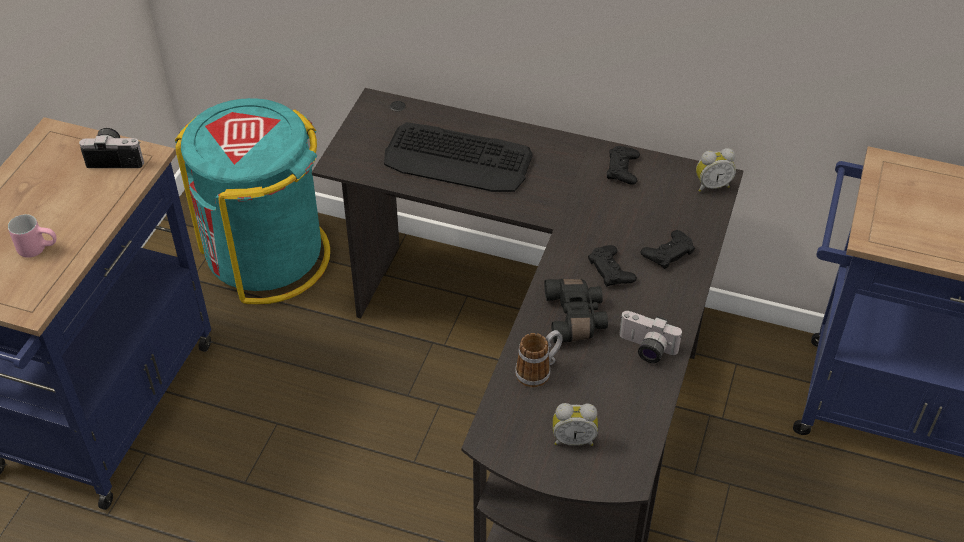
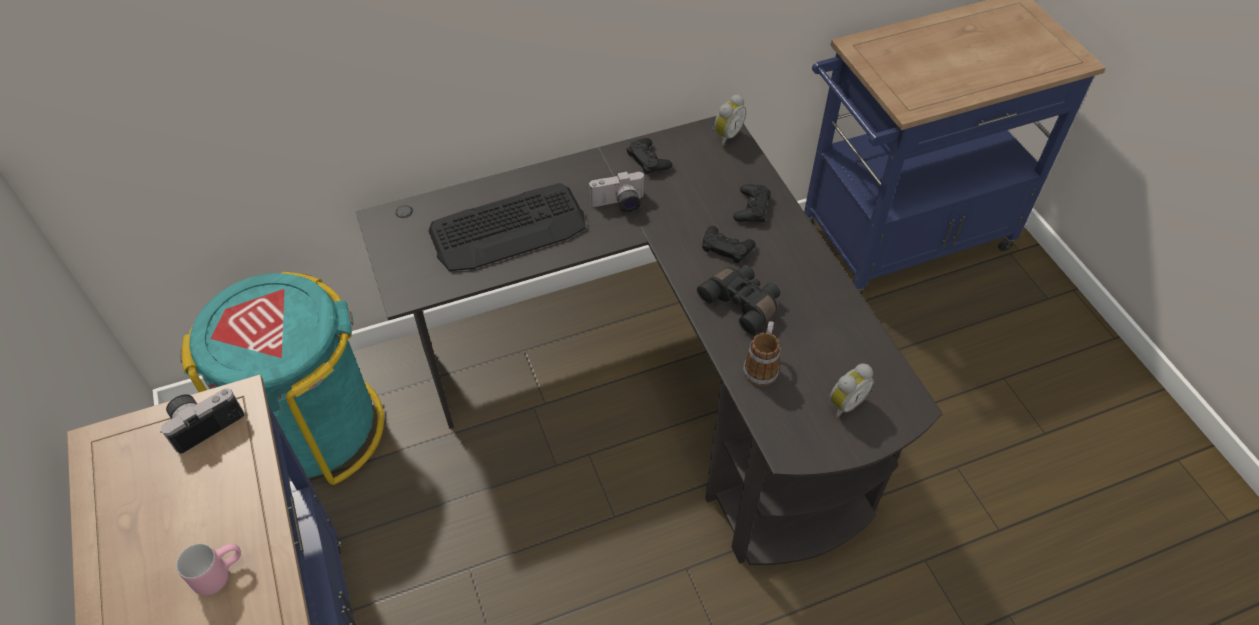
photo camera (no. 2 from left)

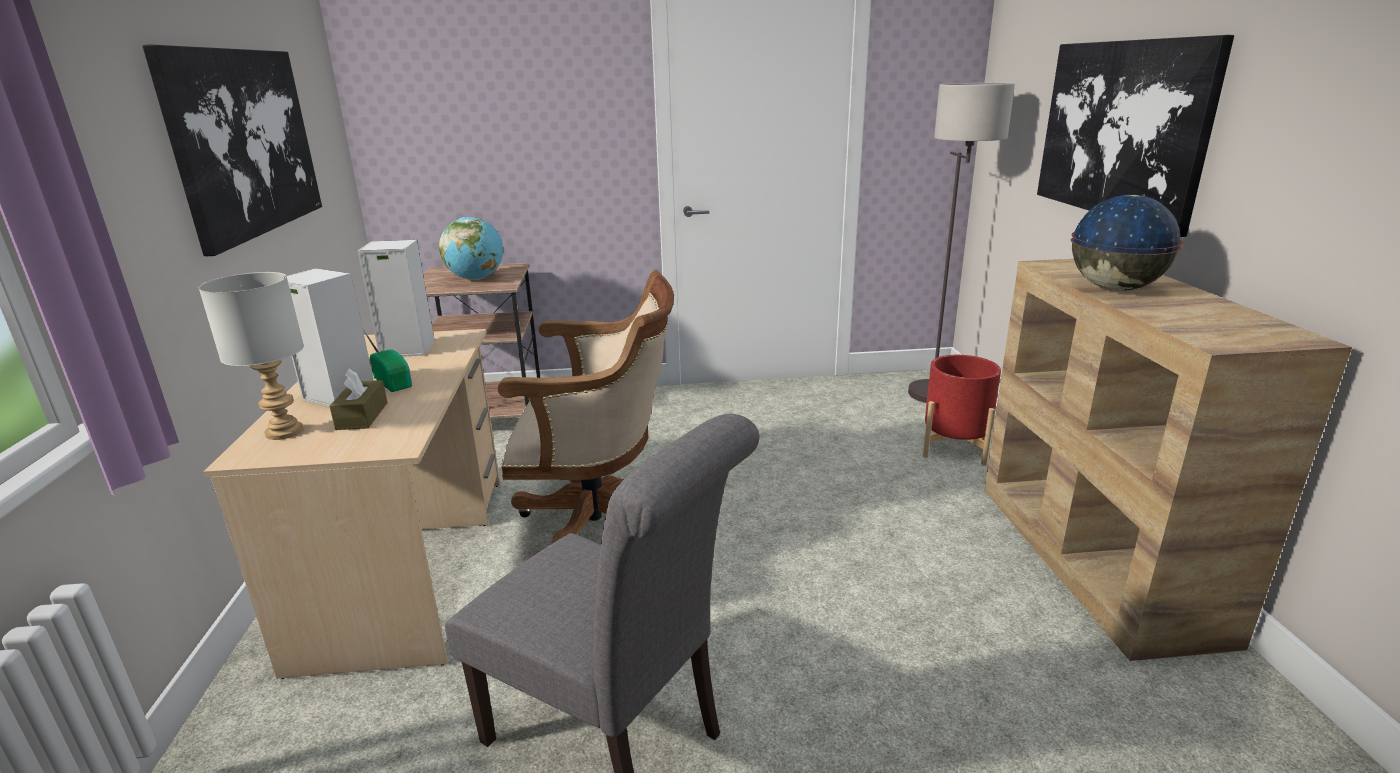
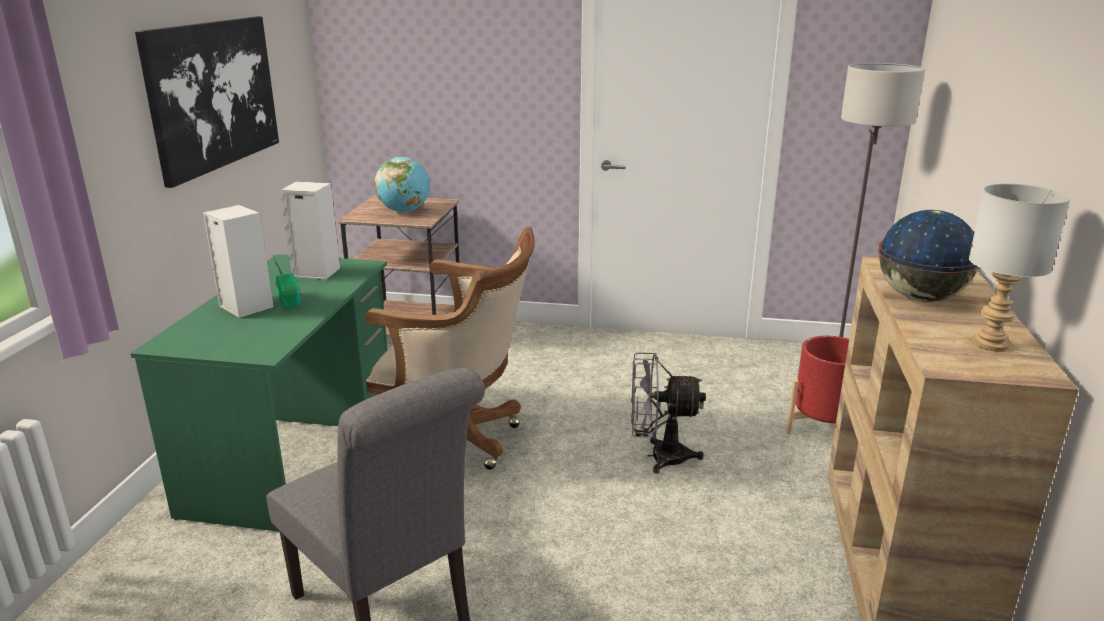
green desk table
greyish fan
greyish table lamp
brown-coloured tissue holder
picture (no. 2 from left in the first image)

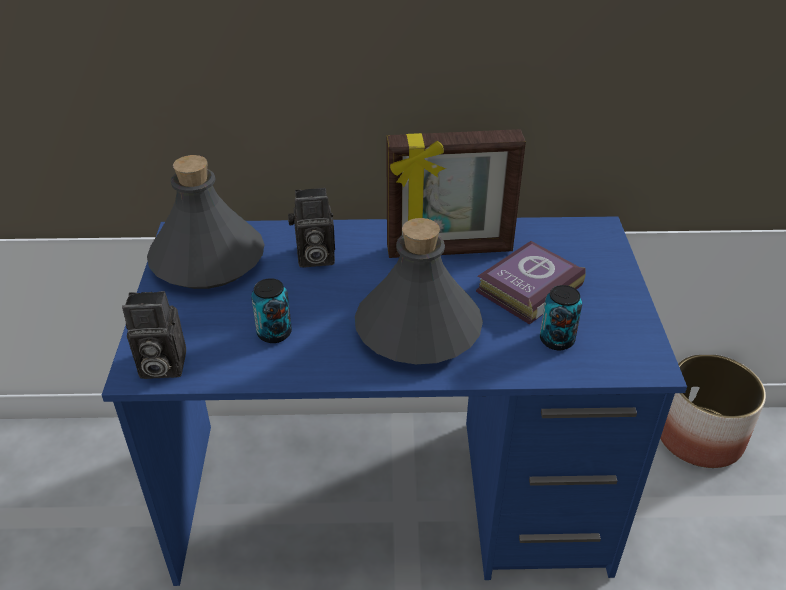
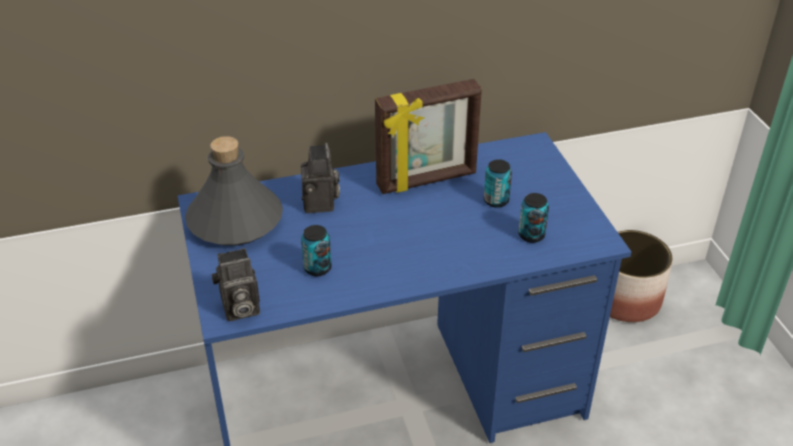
photo camera (no. 2 from left)
sealed can (no. 2 from left)
greyish beverage bottle (no. 2 from left in the first image)

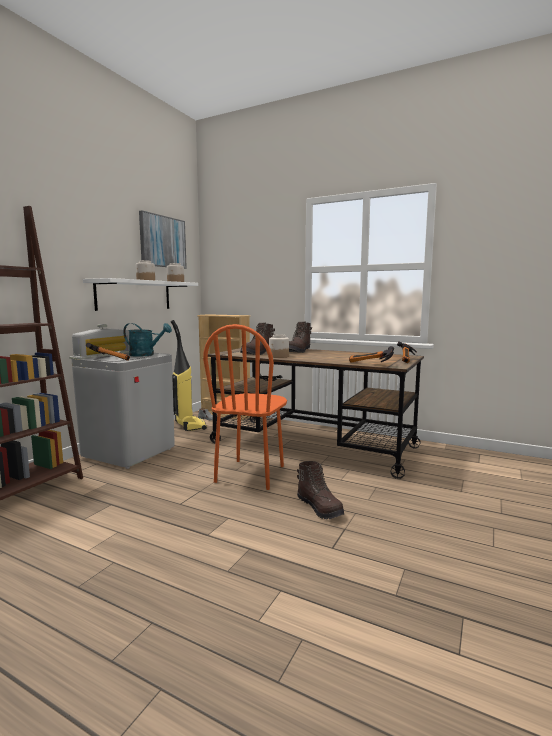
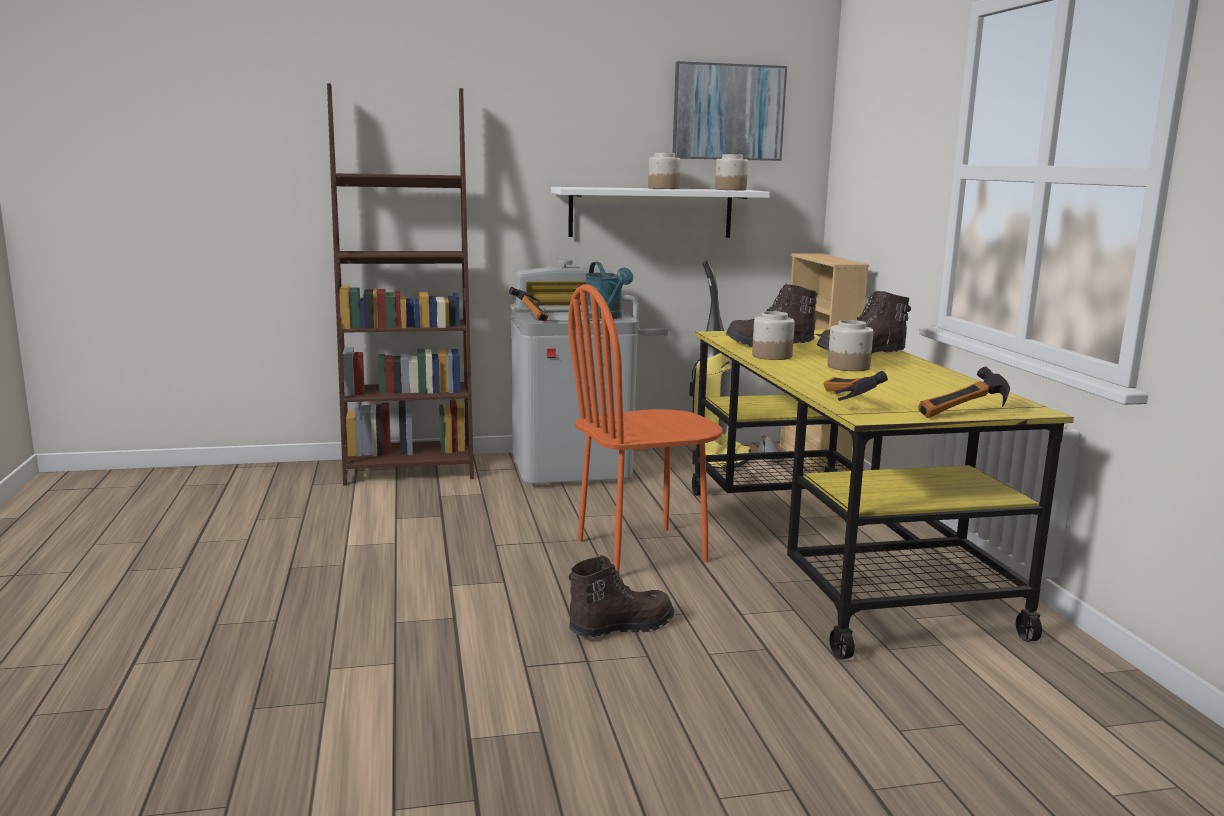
brown-coloured high-top boot (no. 1 from left)
yellowish desk table
jar (no. 4 from left)

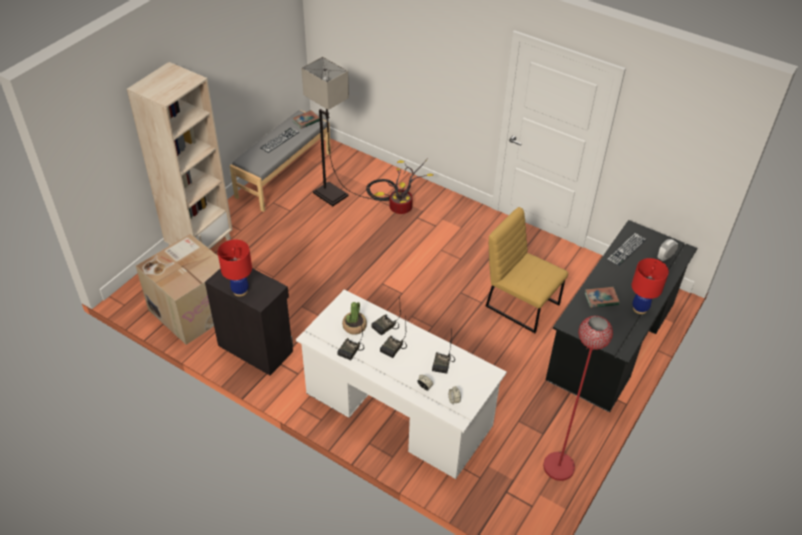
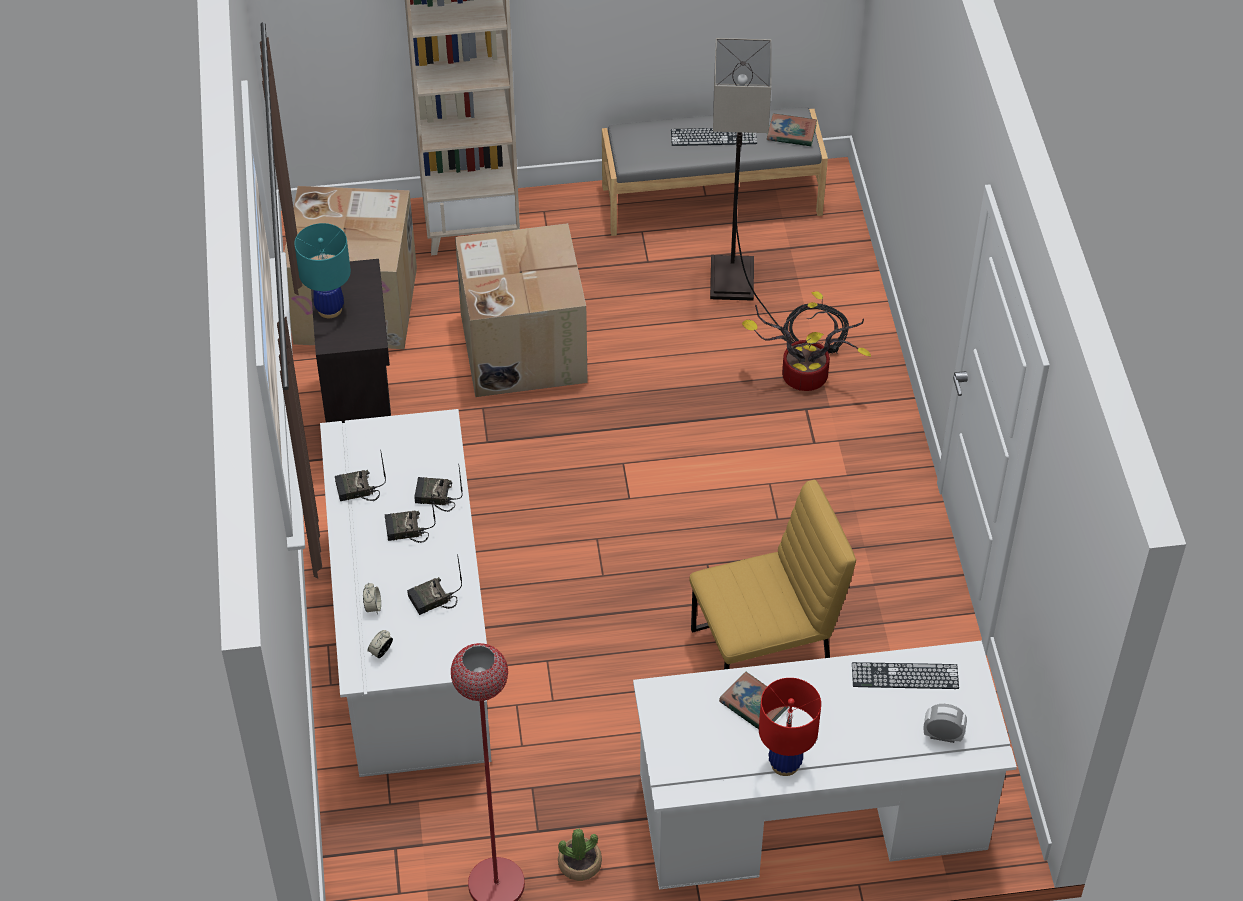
turquoise table lamp
packing box (no. 2 from left)
houseplant (no. 1 from left)
whitish desk table (no. 2 from left)
yellowish upright chair

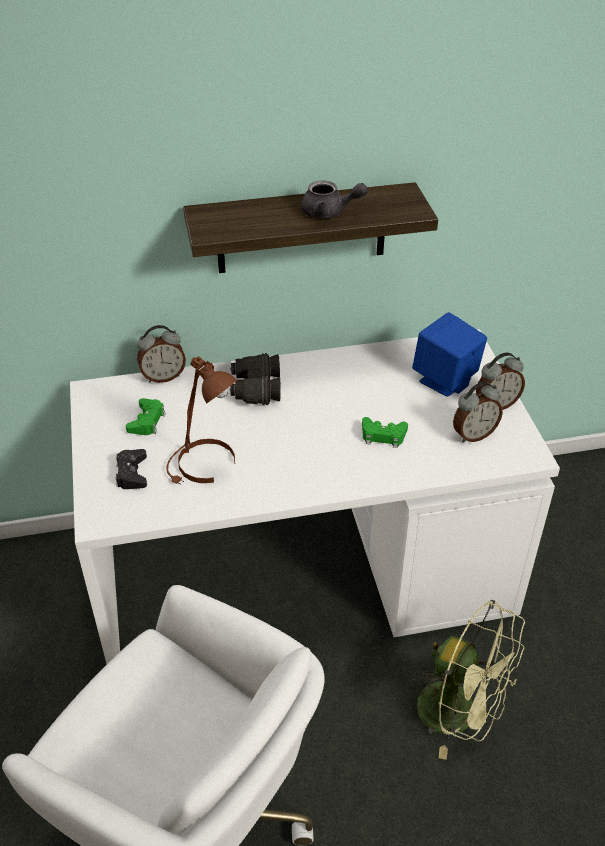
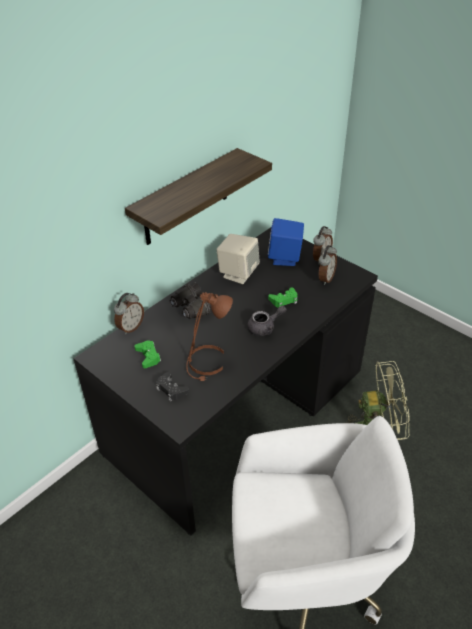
blackish desk table
beige-coloured audio speaker
greyish pot for tea

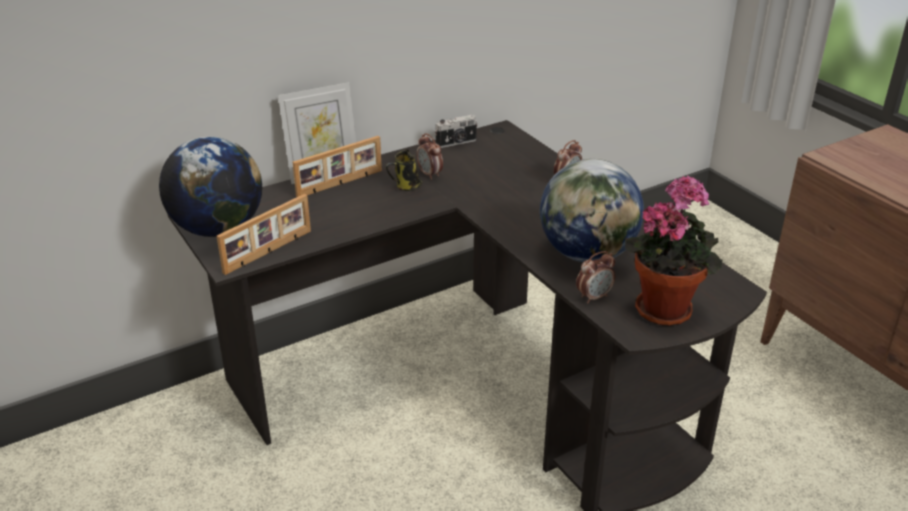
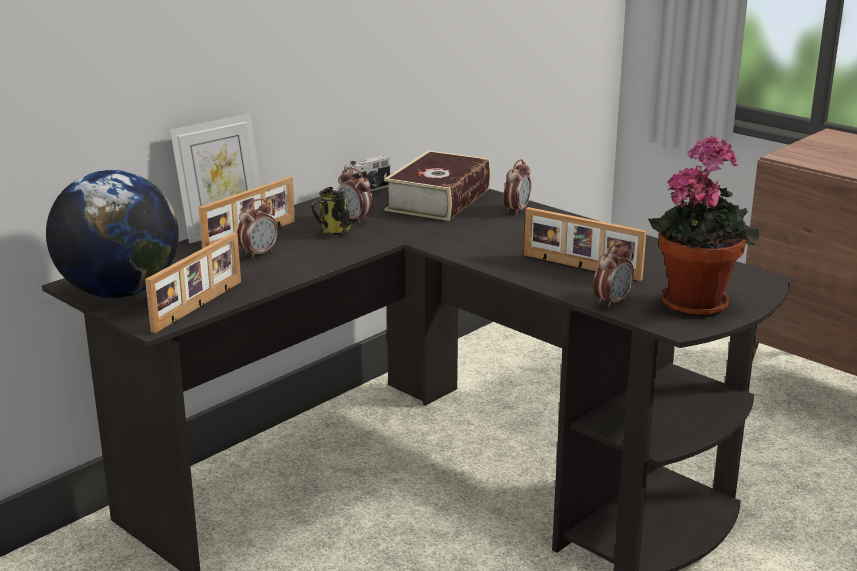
alarm clock (no. 1 from left)
book
picture frame (no. 4 from left)

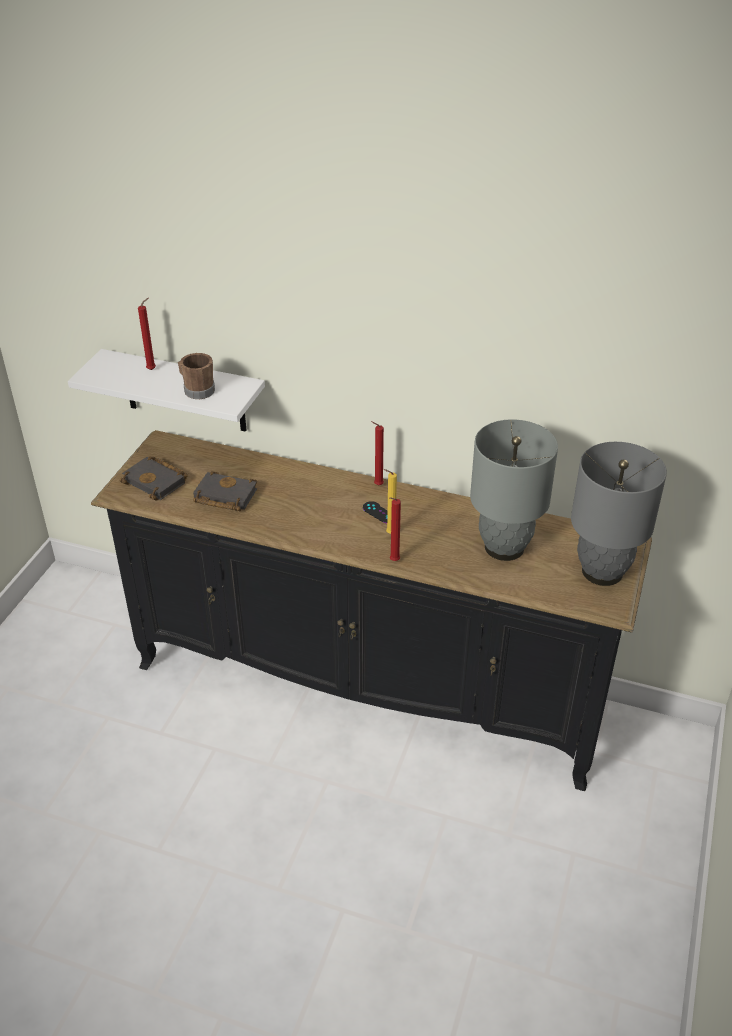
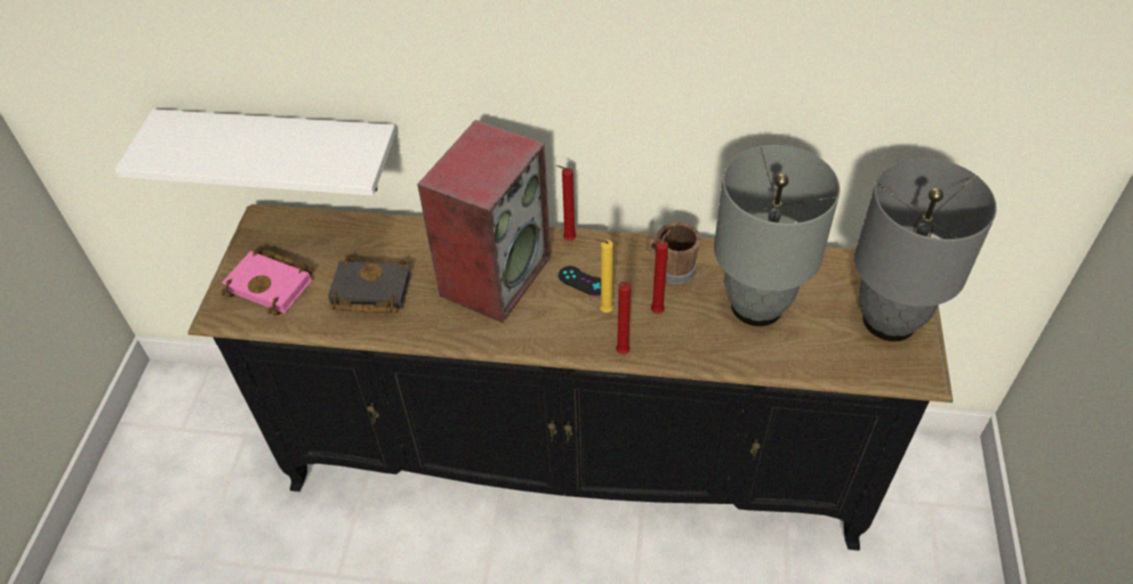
pink book
audio speaker
brown-coloured mug
red-coloured wax candle (no. 3 from left)

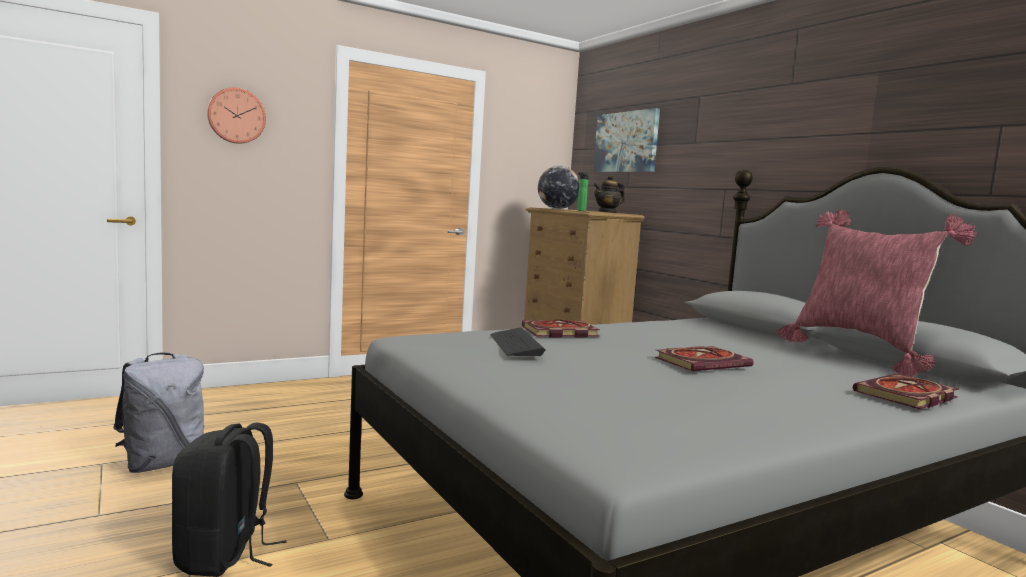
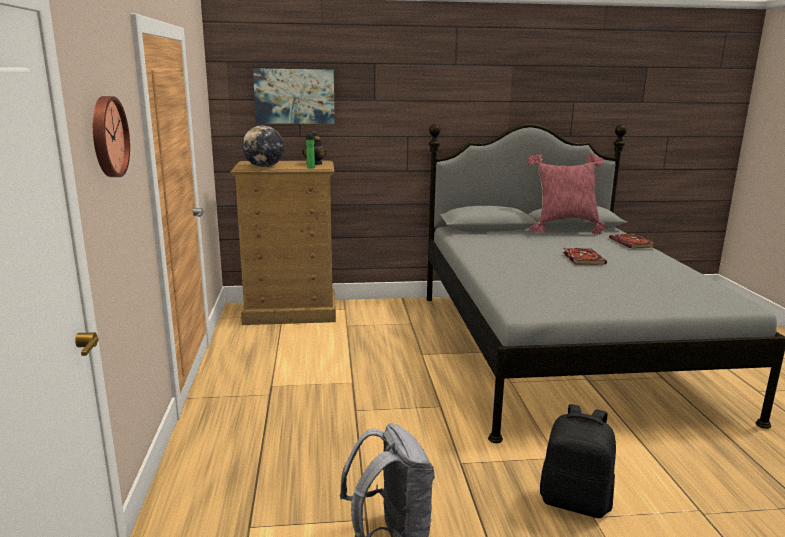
computer keyboard
book (no. 1 from left in the first image)

